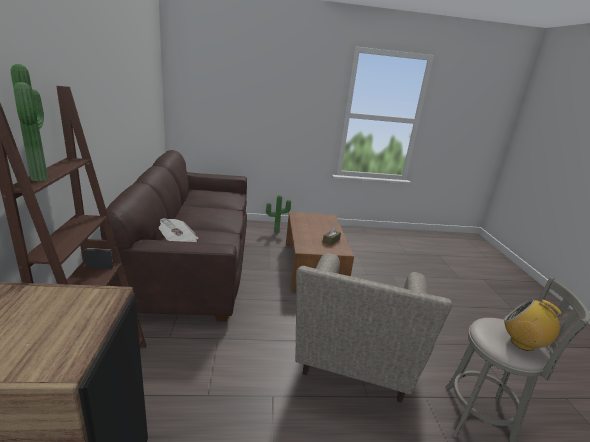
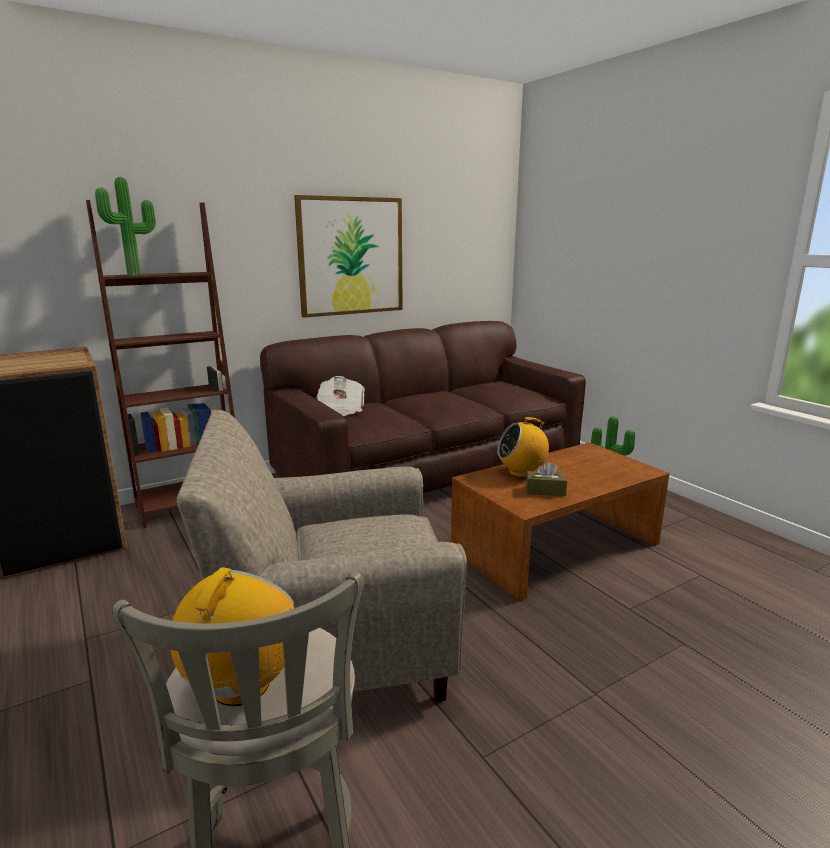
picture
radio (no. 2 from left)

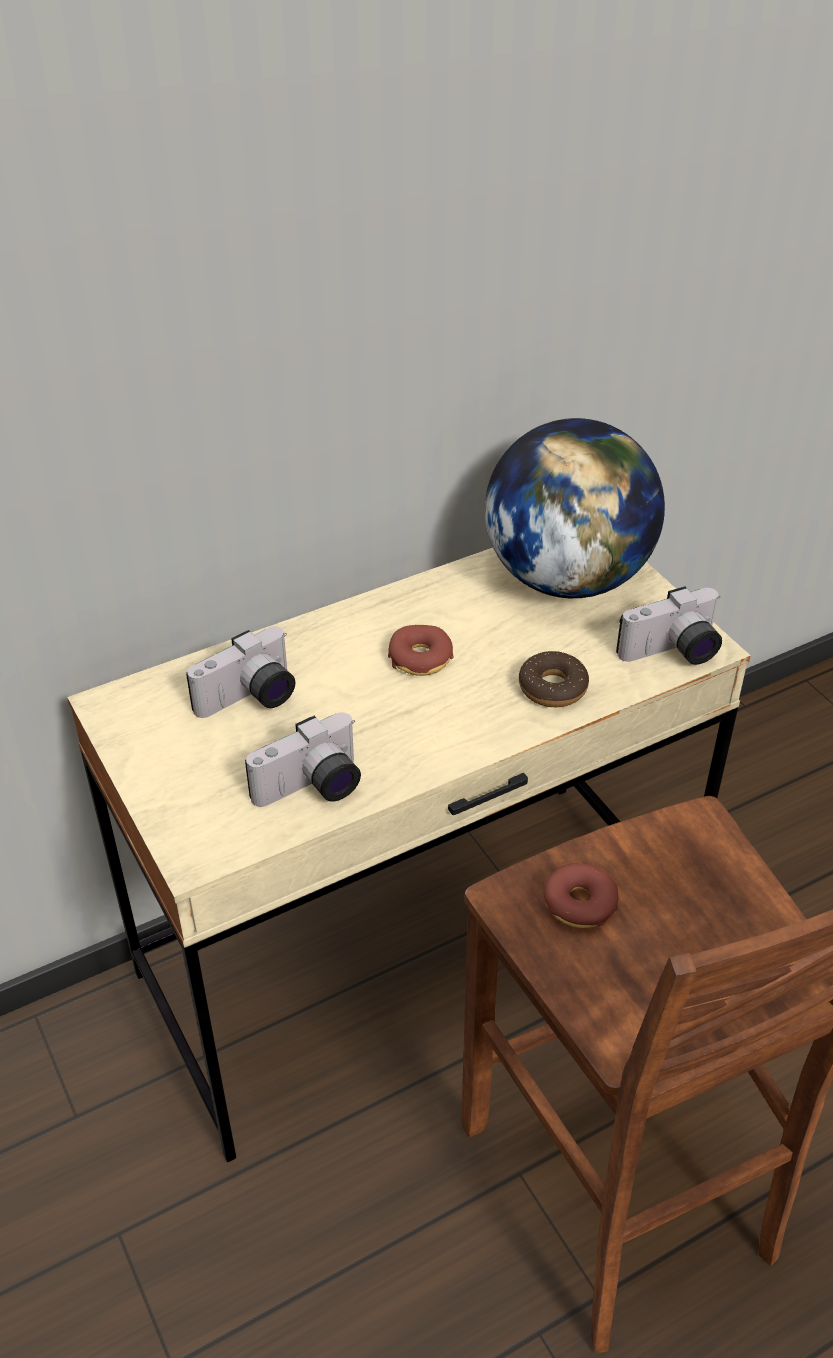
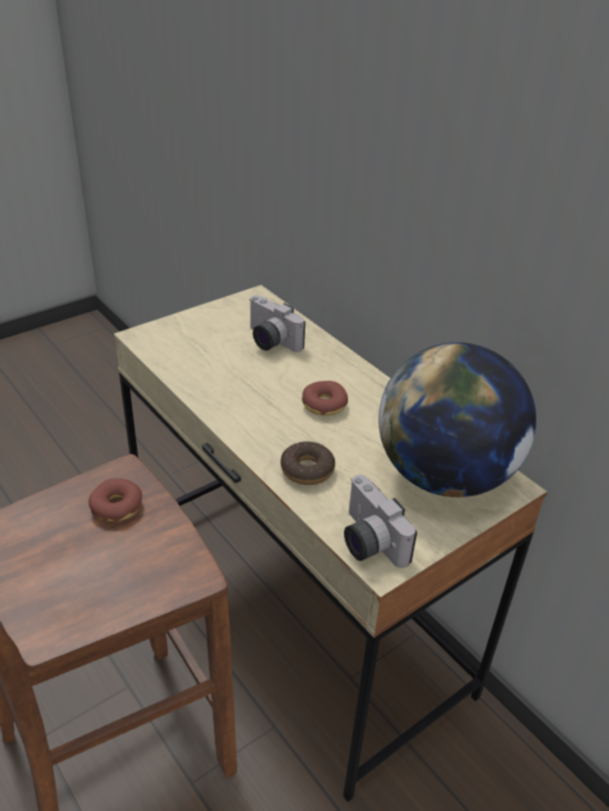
photo camera (no. 2 from left in the first image)

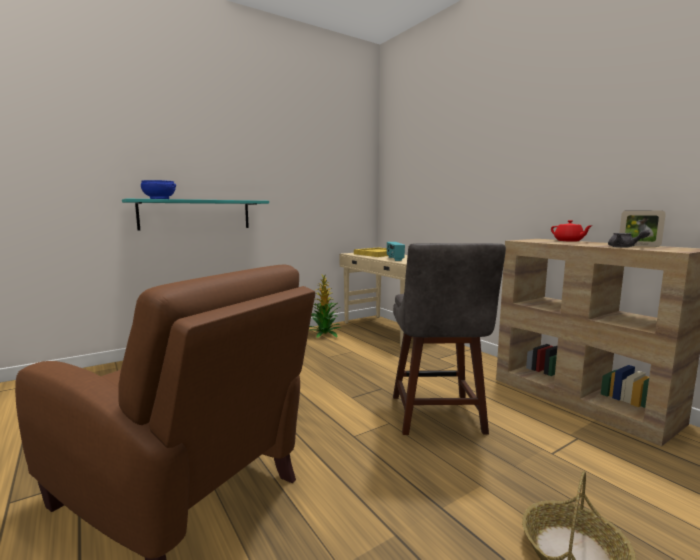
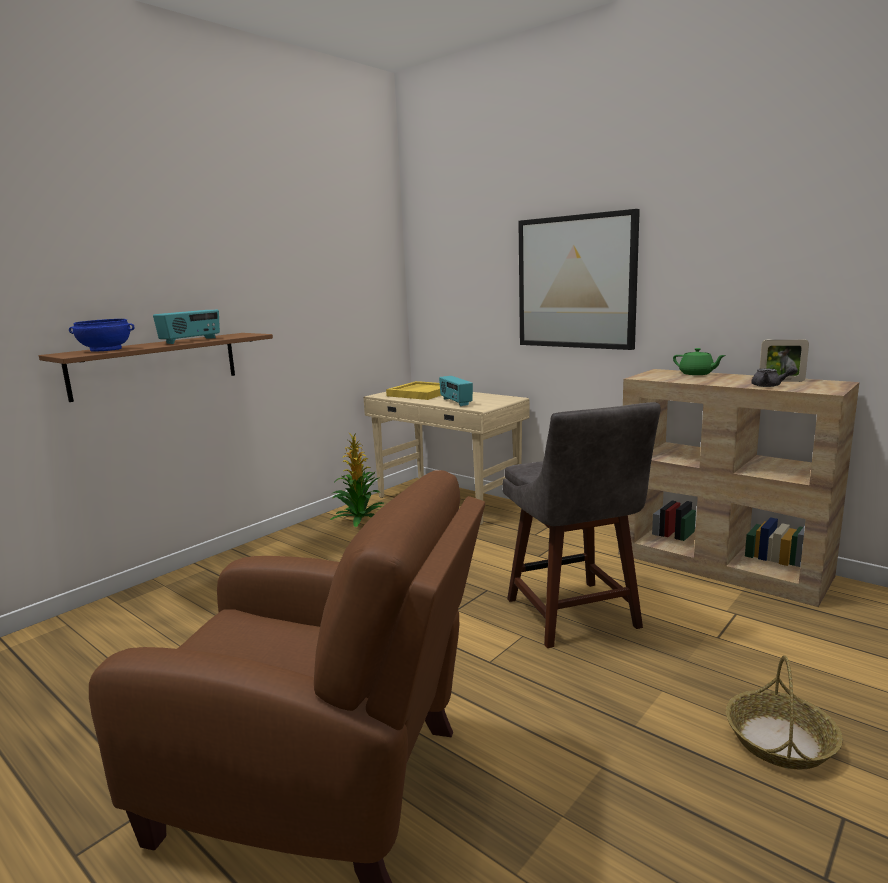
brown-coloured wall shelf
radio (no. 1 from left)
picture
green pot for tea

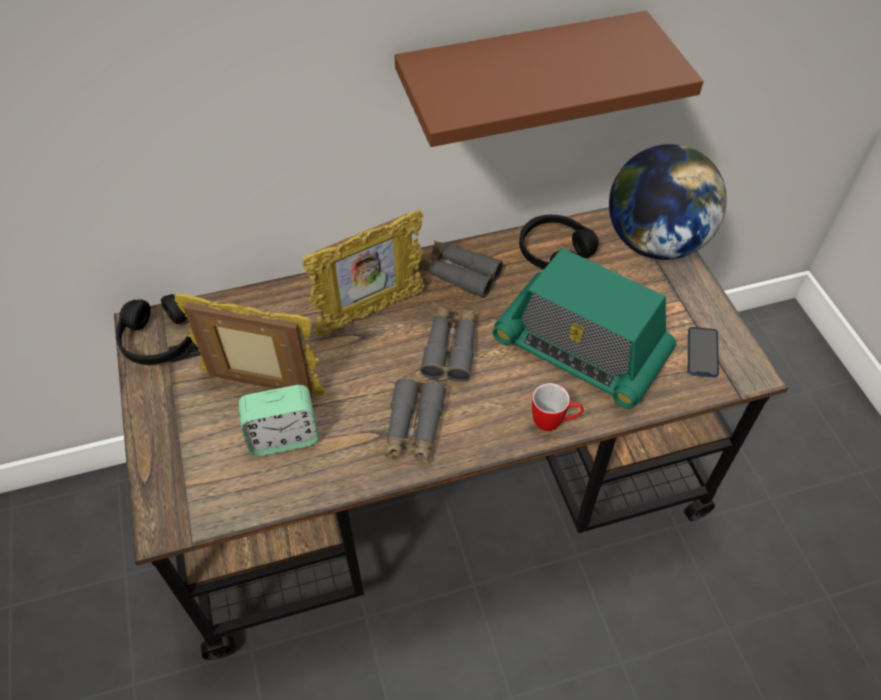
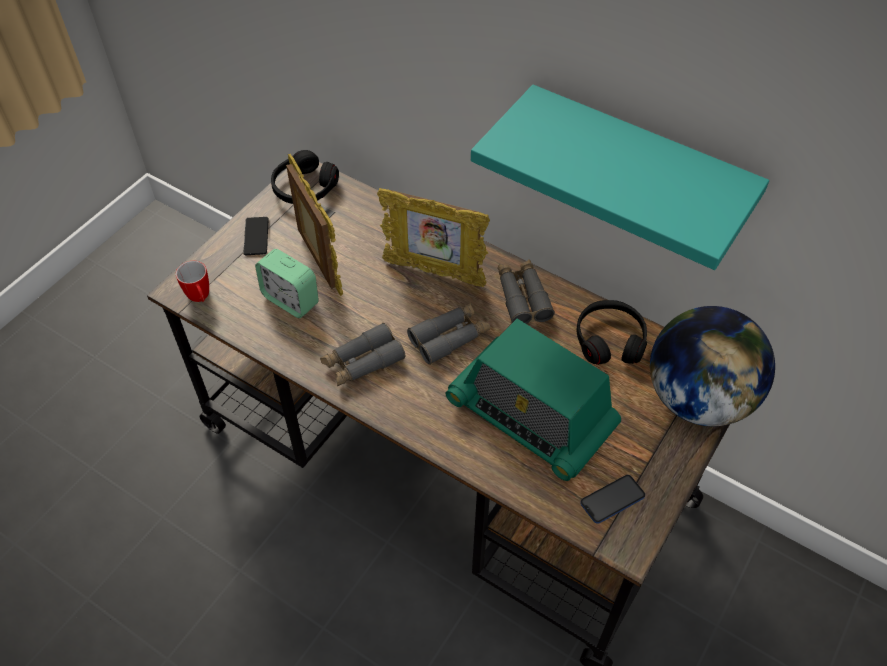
mug
handset (no. 1 from left)
radio
turquoise wall shelf

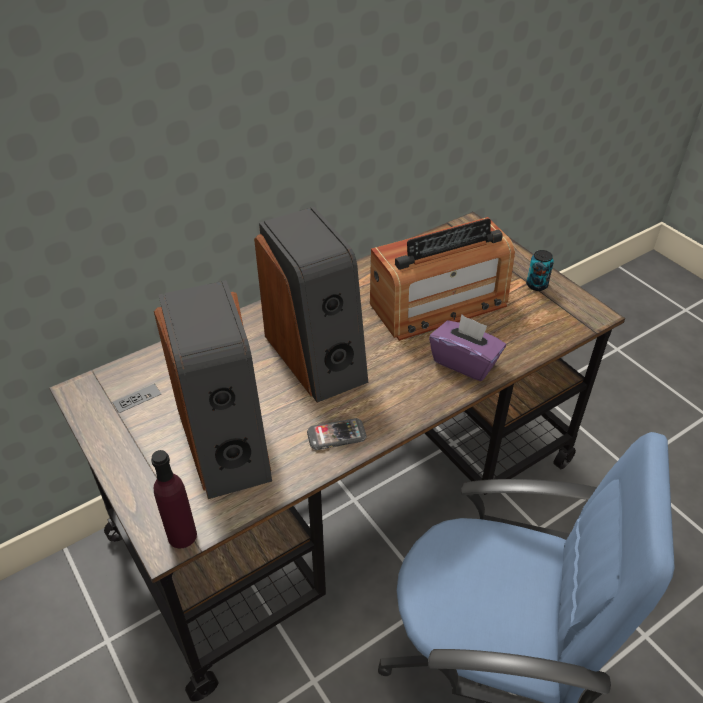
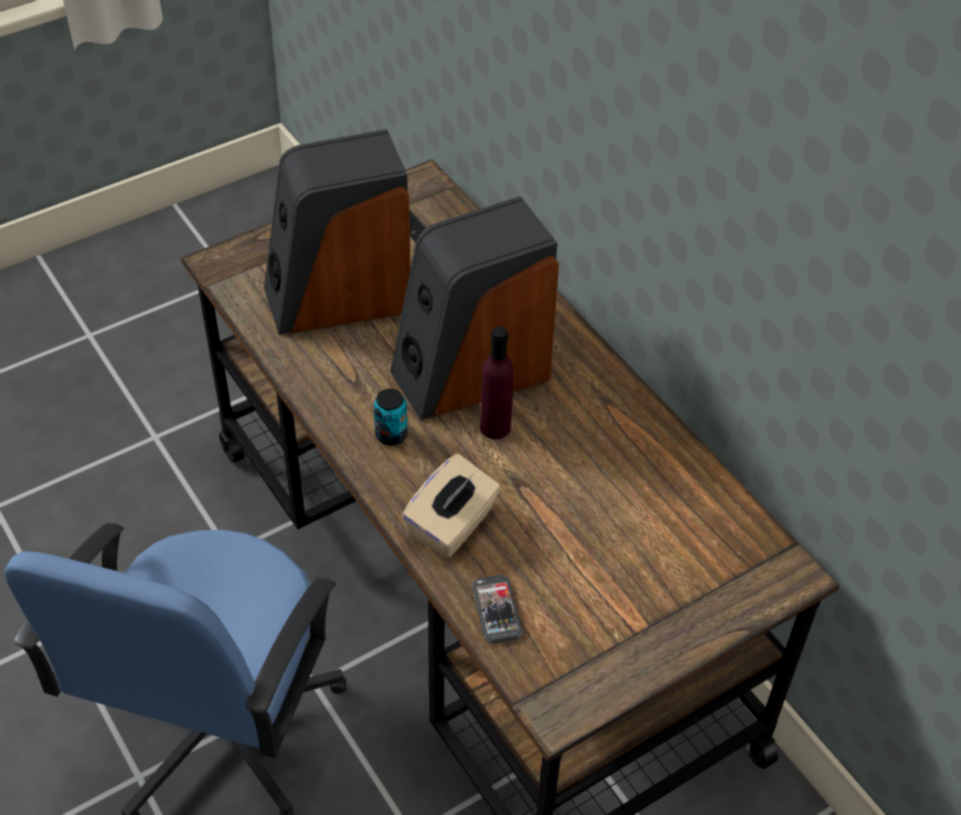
sealed can
beige-coloured tissue holder
handset
purple-coloured beverage bottle
radio

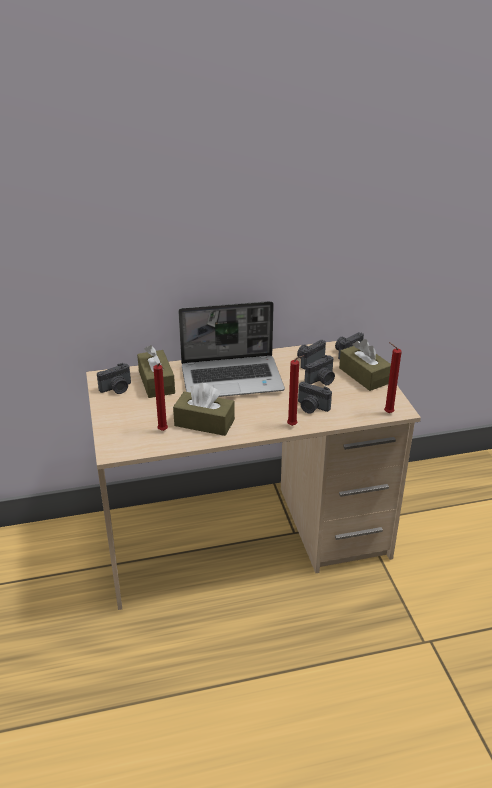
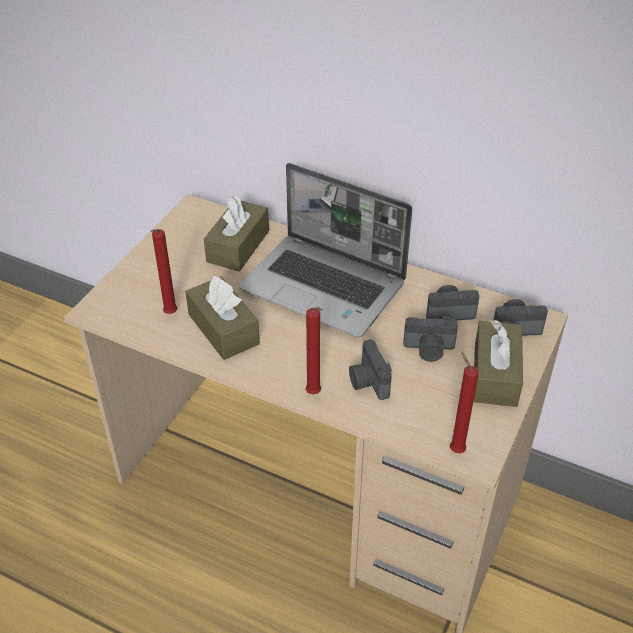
photo camera (no. 1 from left in the first image)

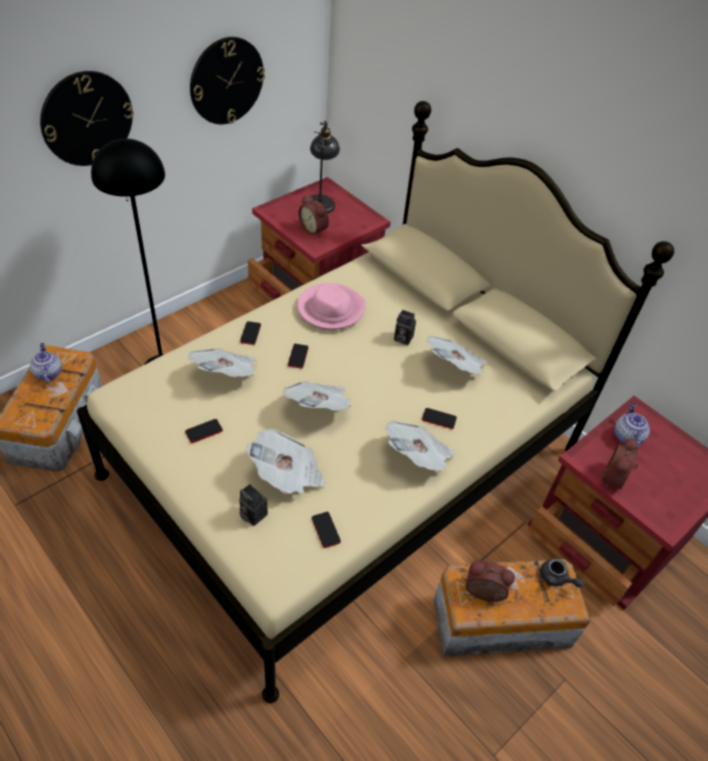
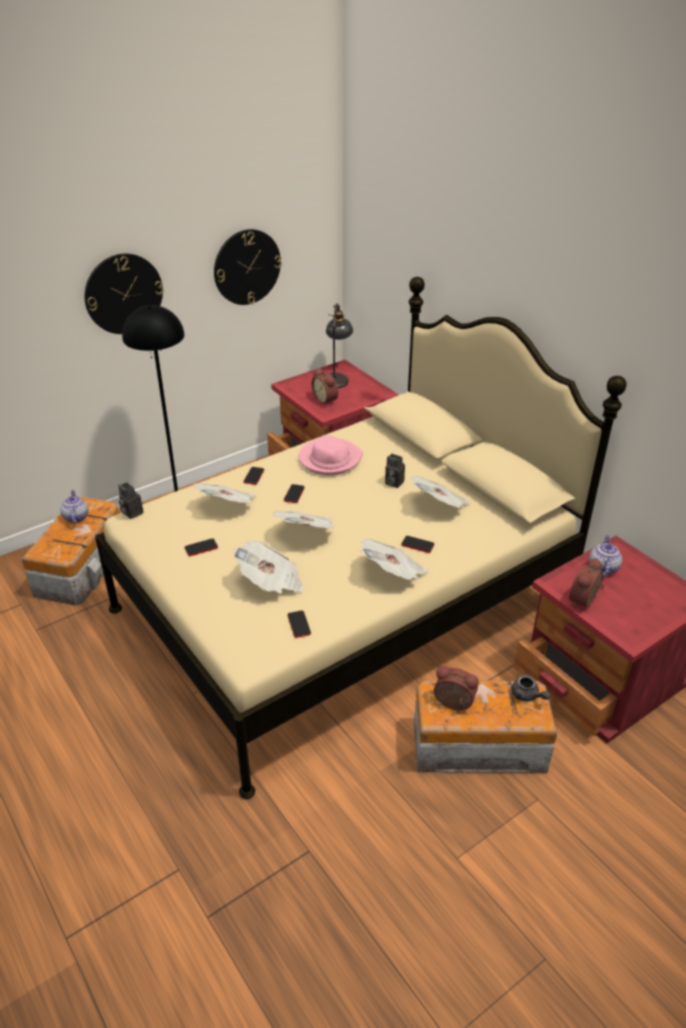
photo camera (no. 1 from left)

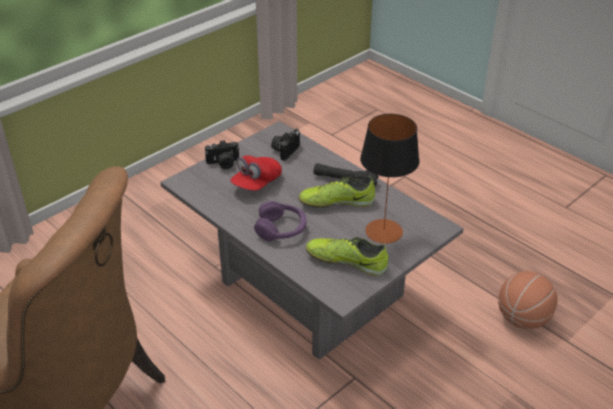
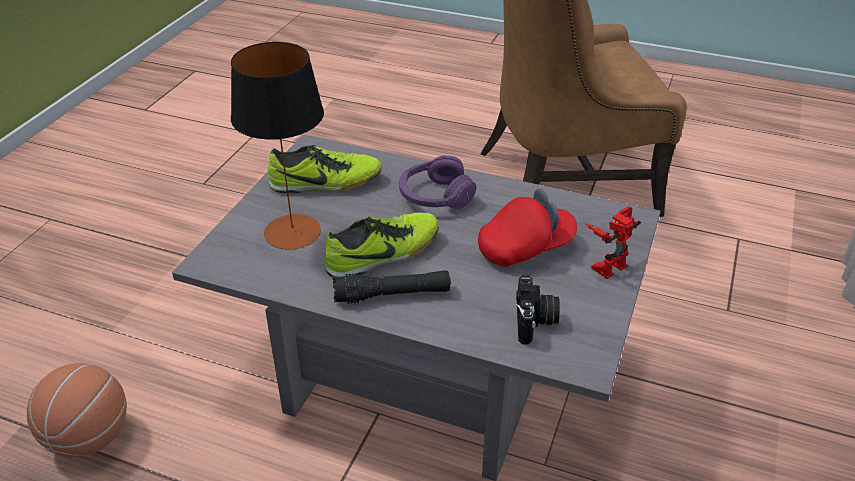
red-coloured cap
model robot

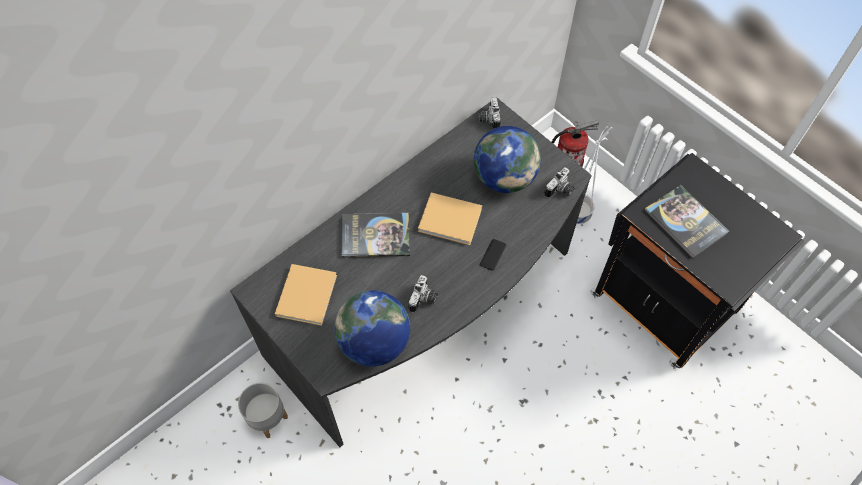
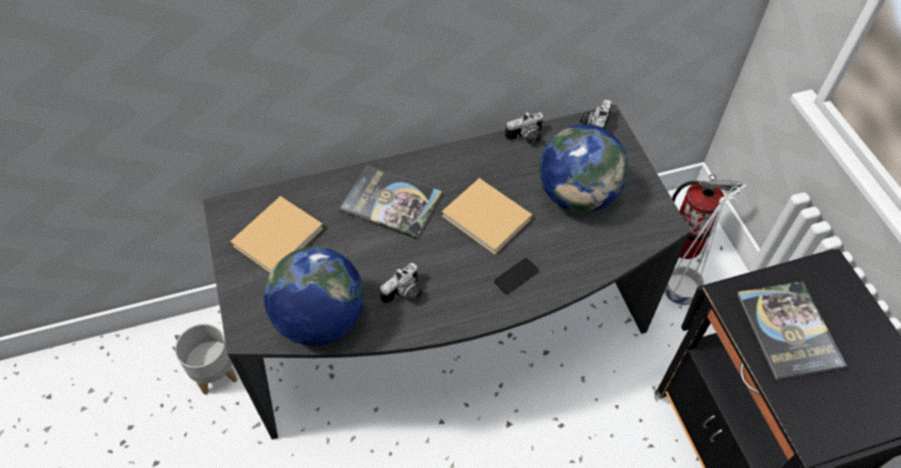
photo camera (no. 2 from left)

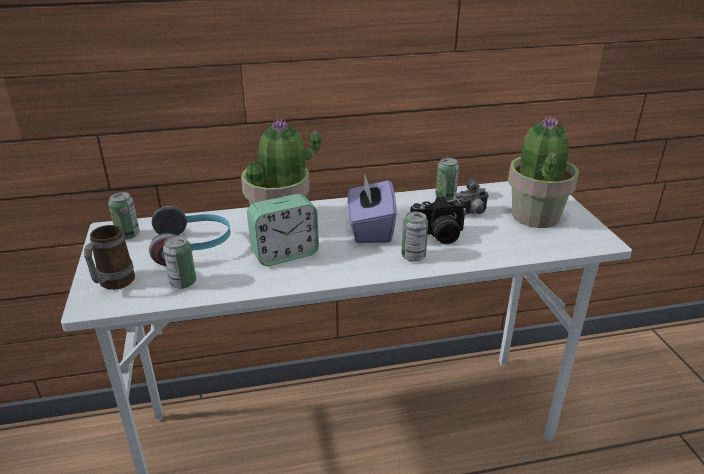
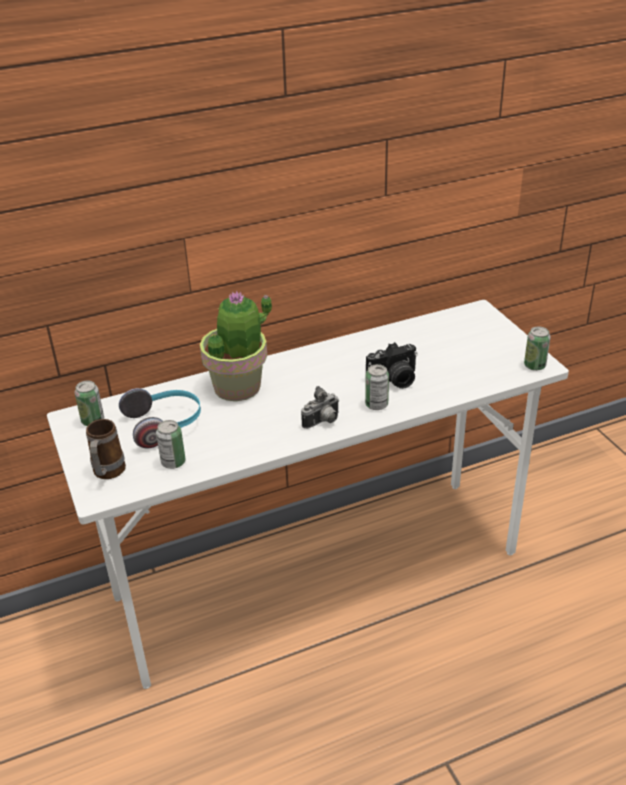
photo camera (no. 1 from left)
sealed can (no. 4 from left)
alarm clock
purple-coloured tissue holder
houseplant (no. 2 from left in the first image)

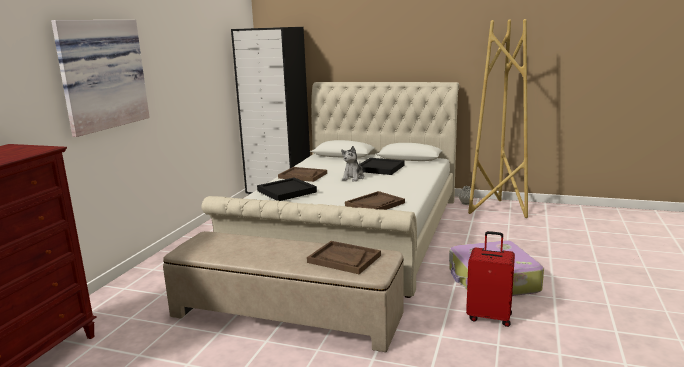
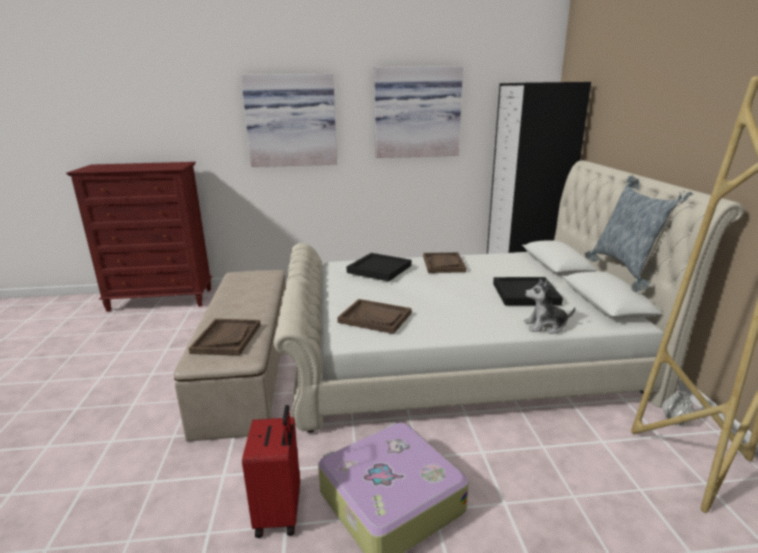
picture (no. 2 from left)
cuddly toy
throw pillow

